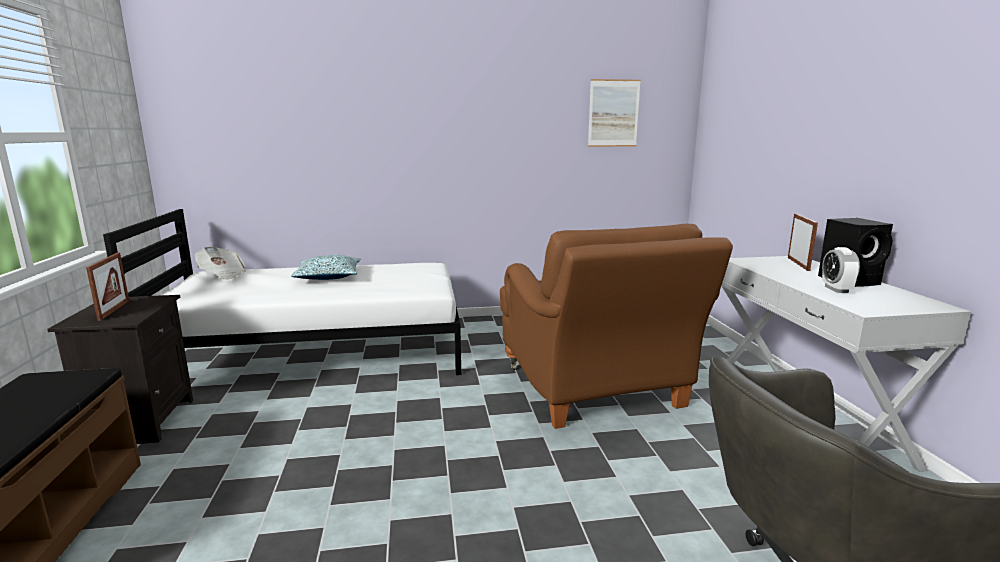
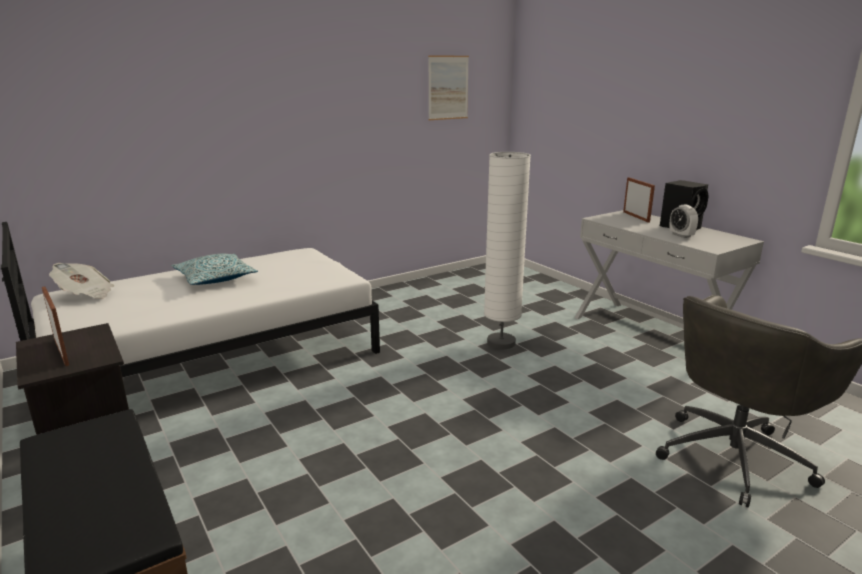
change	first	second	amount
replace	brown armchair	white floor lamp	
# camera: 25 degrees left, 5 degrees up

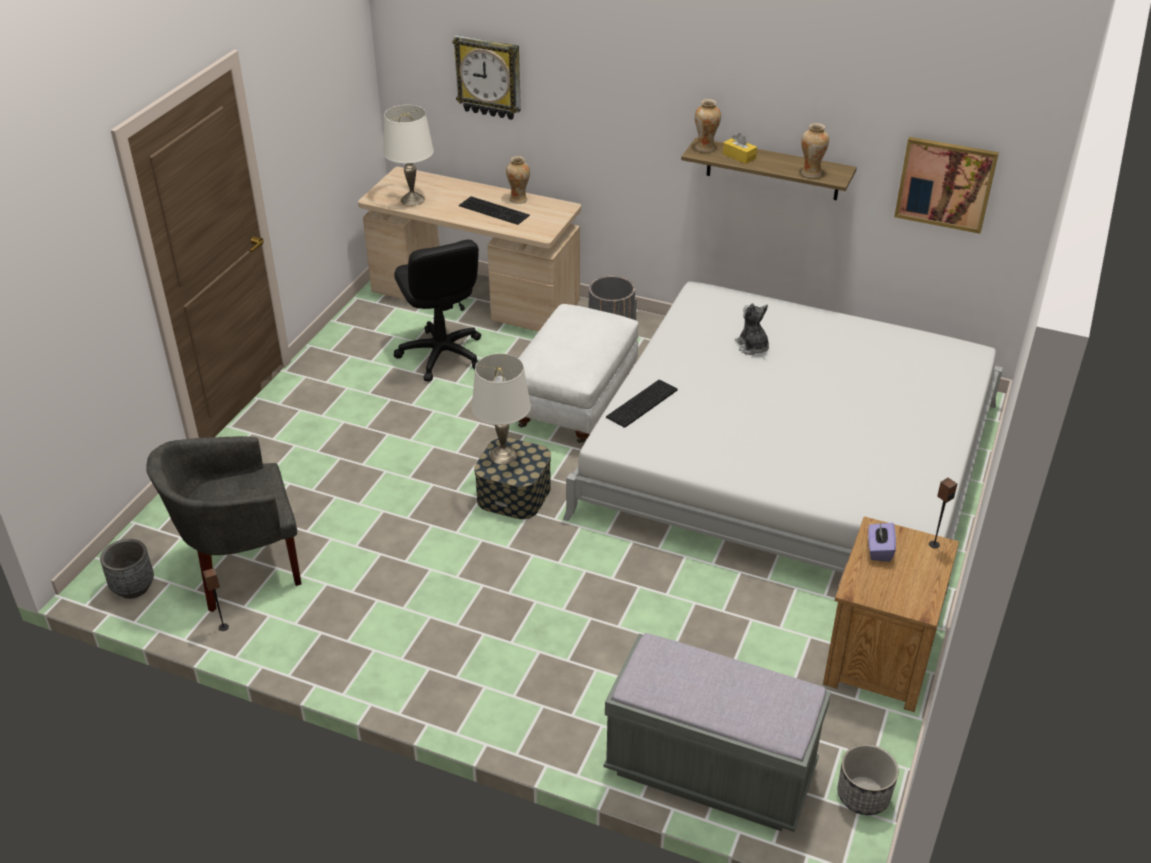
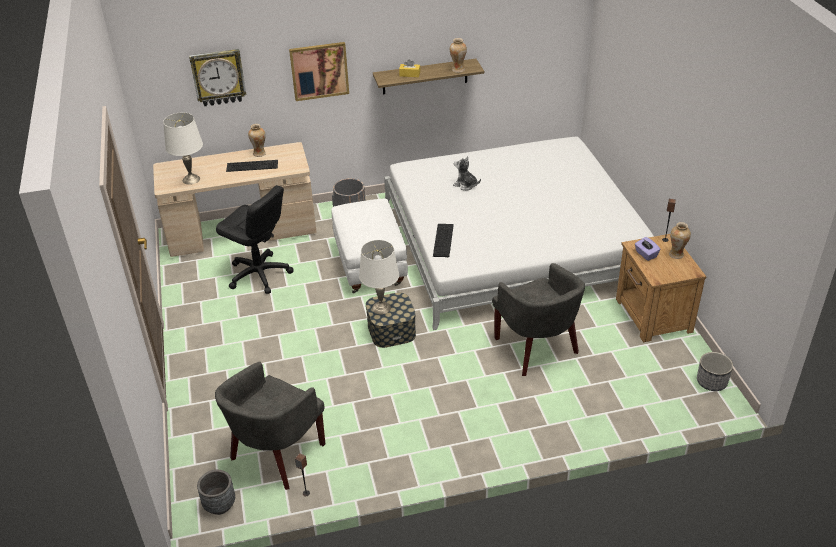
change	first	second	amount
move	vase (2nd from left in the first image)	vase (3rd from left)	
move	picture		
delete	grey bench		
insert		grey armchair (2nd from left)	
# camera: 35 degrees left, 0 degrees up

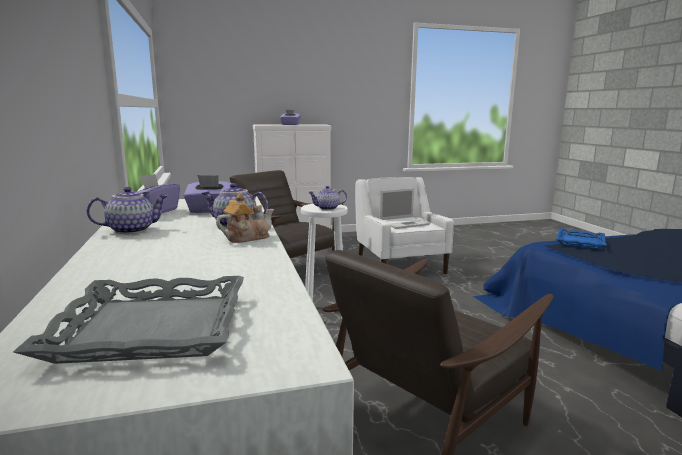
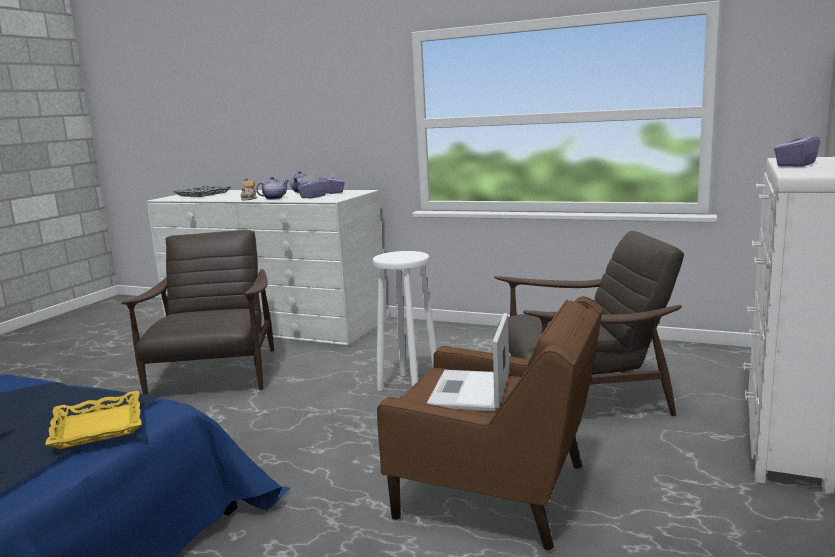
change	first	second	amount
recolor	white armchair	brown armchair (2nd from left)	
delete	teapot (4th from left)		
recolor	blue tray	yellow tray	
# camera: 130 degrees right, 0 degrees up

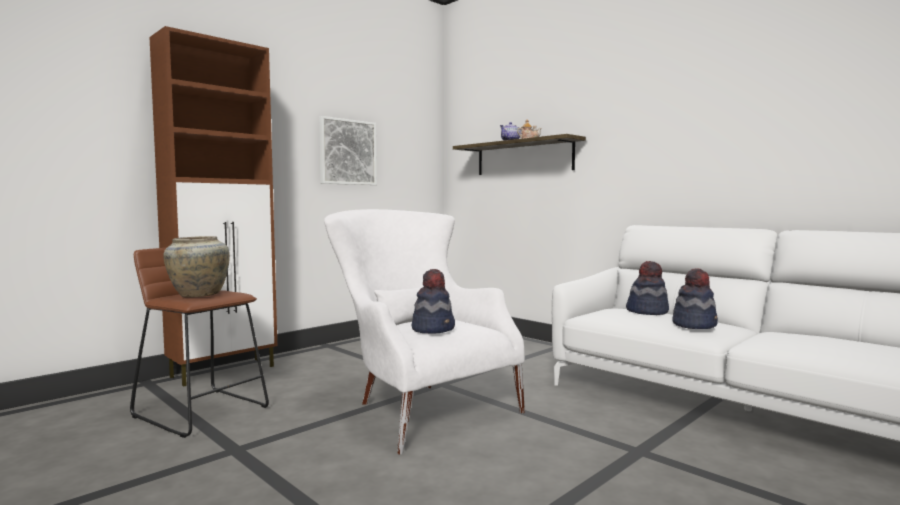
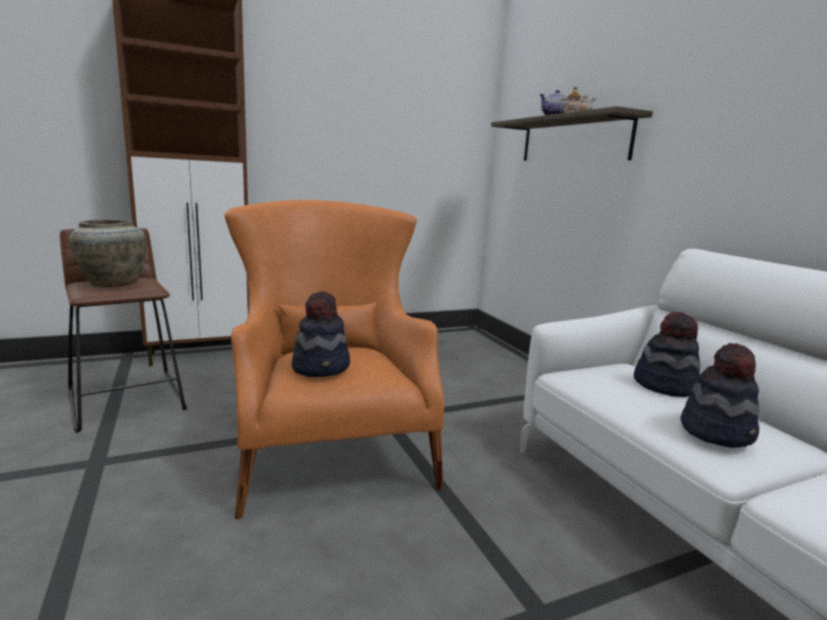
change	first	second	amount
delete	picture		
recolor	white armchair	orange armchair	
# camera: 20 degrees right, 10 degrees up

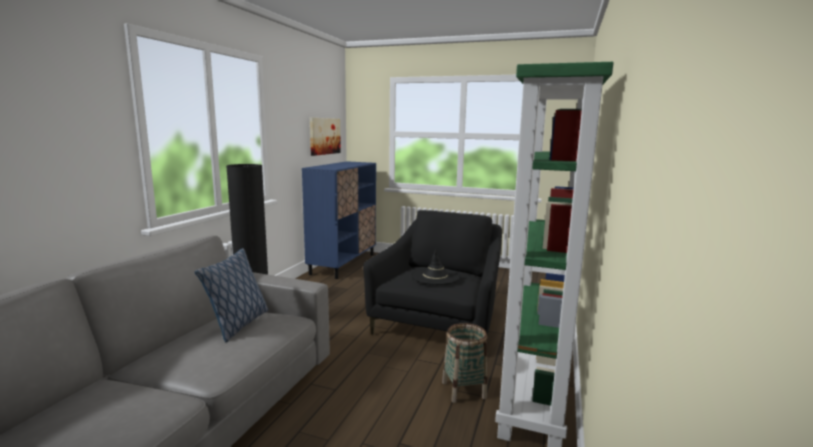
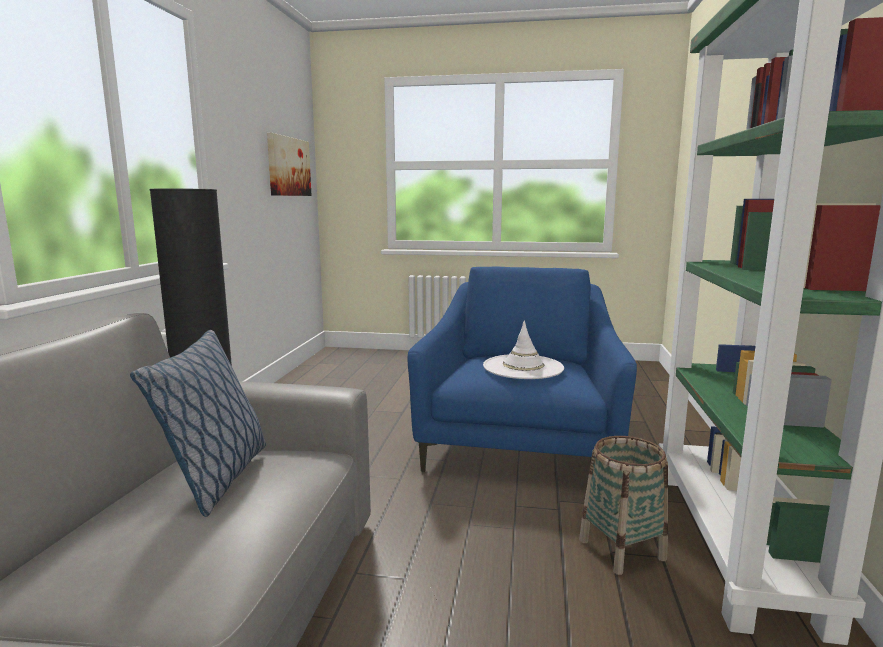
change	first	second	amount
delete	blue cabinet		
recolor	black armchair	blue armchair	
recolor	black hat	white hat	
# camera: 10 degrees left, 0 degrees up

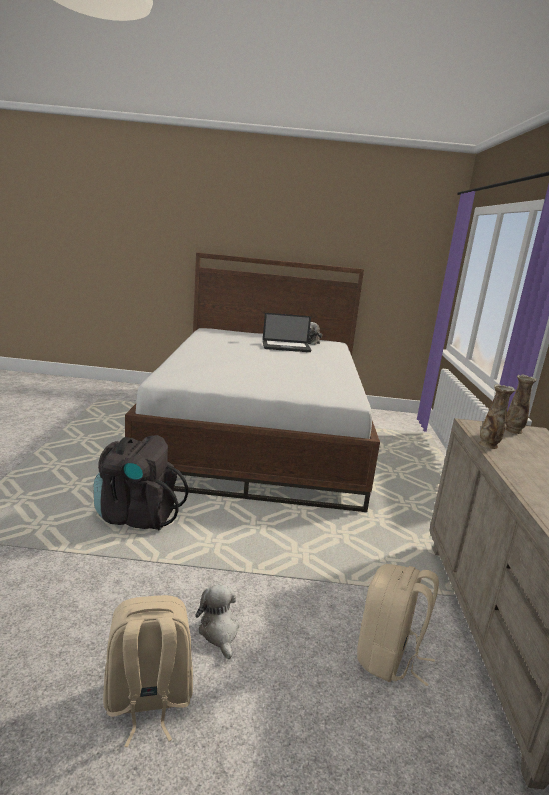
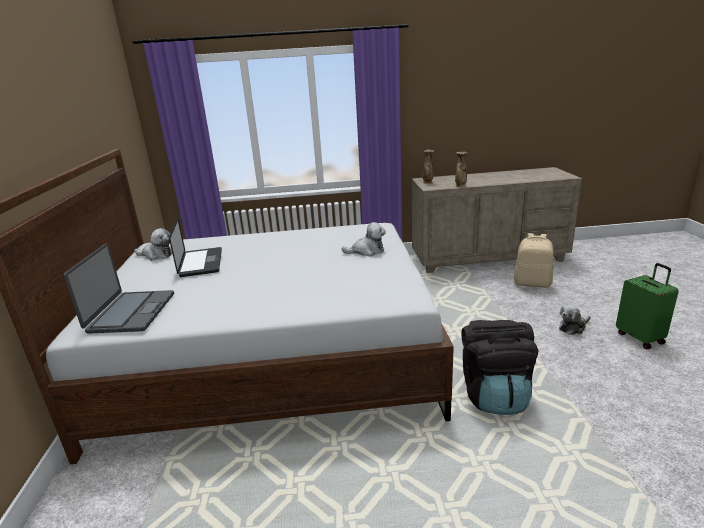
change	first	second	amount
replace	beige backpack (1st from left)	green suitcase	
insert		plush toy (2nd from left)	
insert		laptop (1st from left)	
# camera: 95 degrees left, 5 degrees up

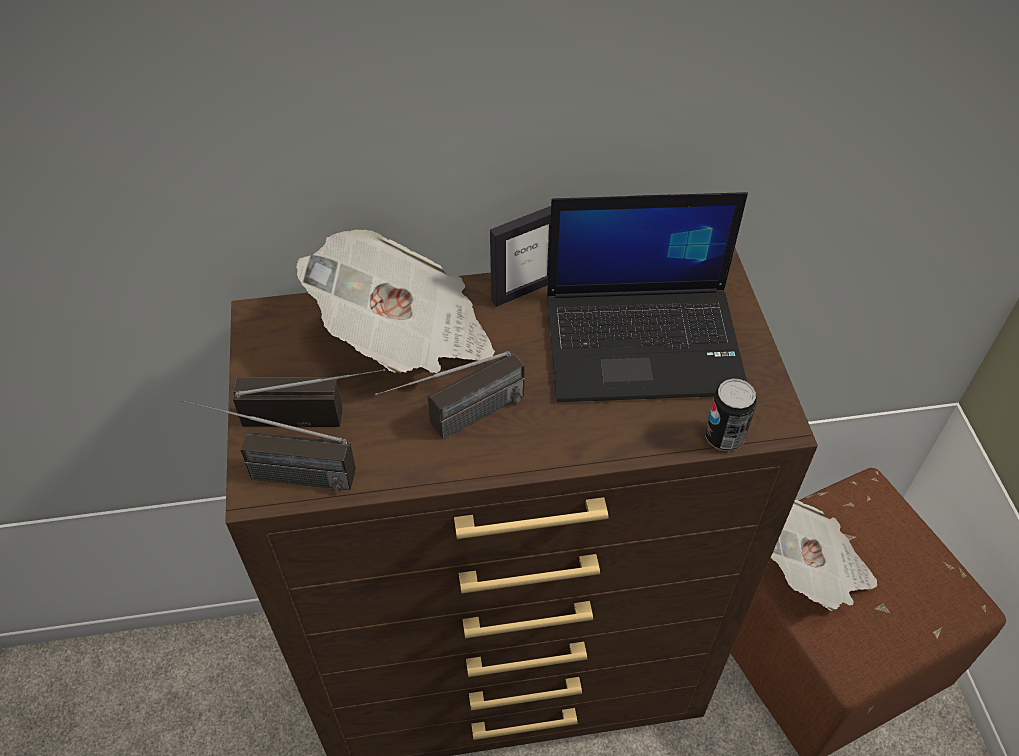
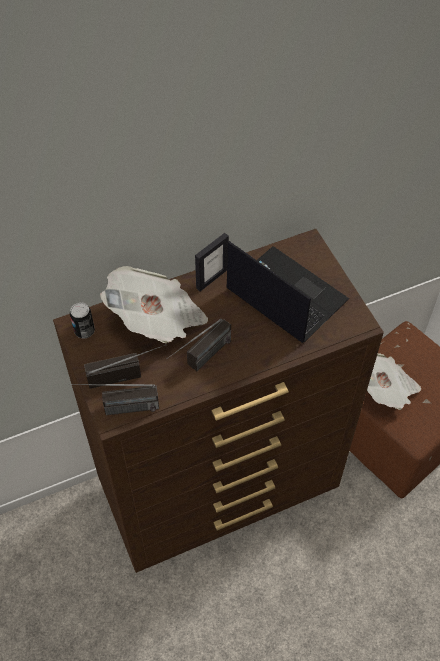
change	first	second	amount
rotate	laptop		120 degrees counterclockwise
move	can		
# camera: 15 degrees left, 5 degrees up

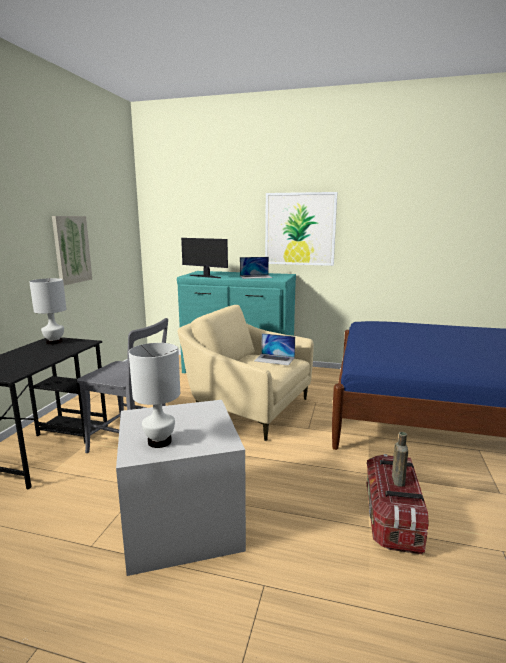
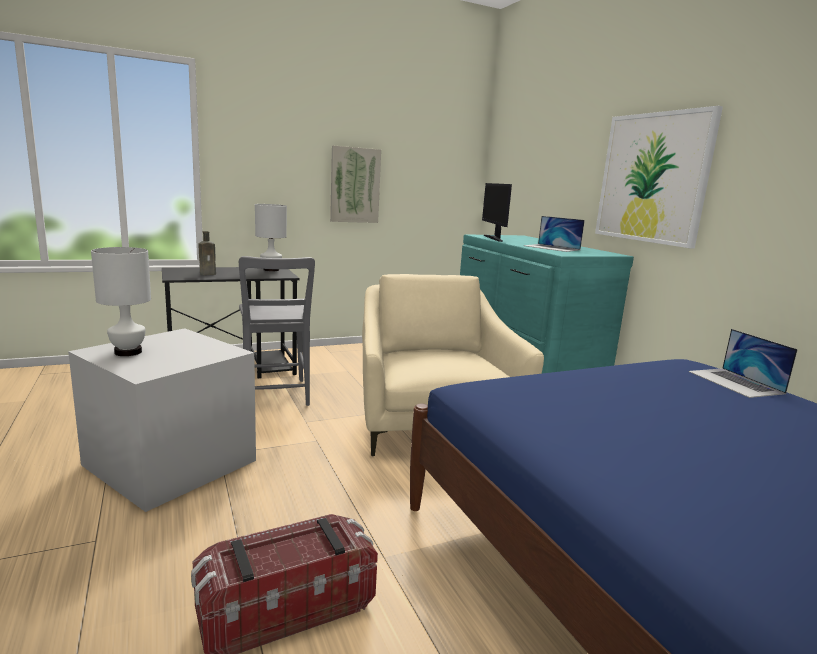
change	first	second	amount
move	laptop (2nd from left)		
move	brown bottle		
# camera: 50 degrees right, 0 degrees up

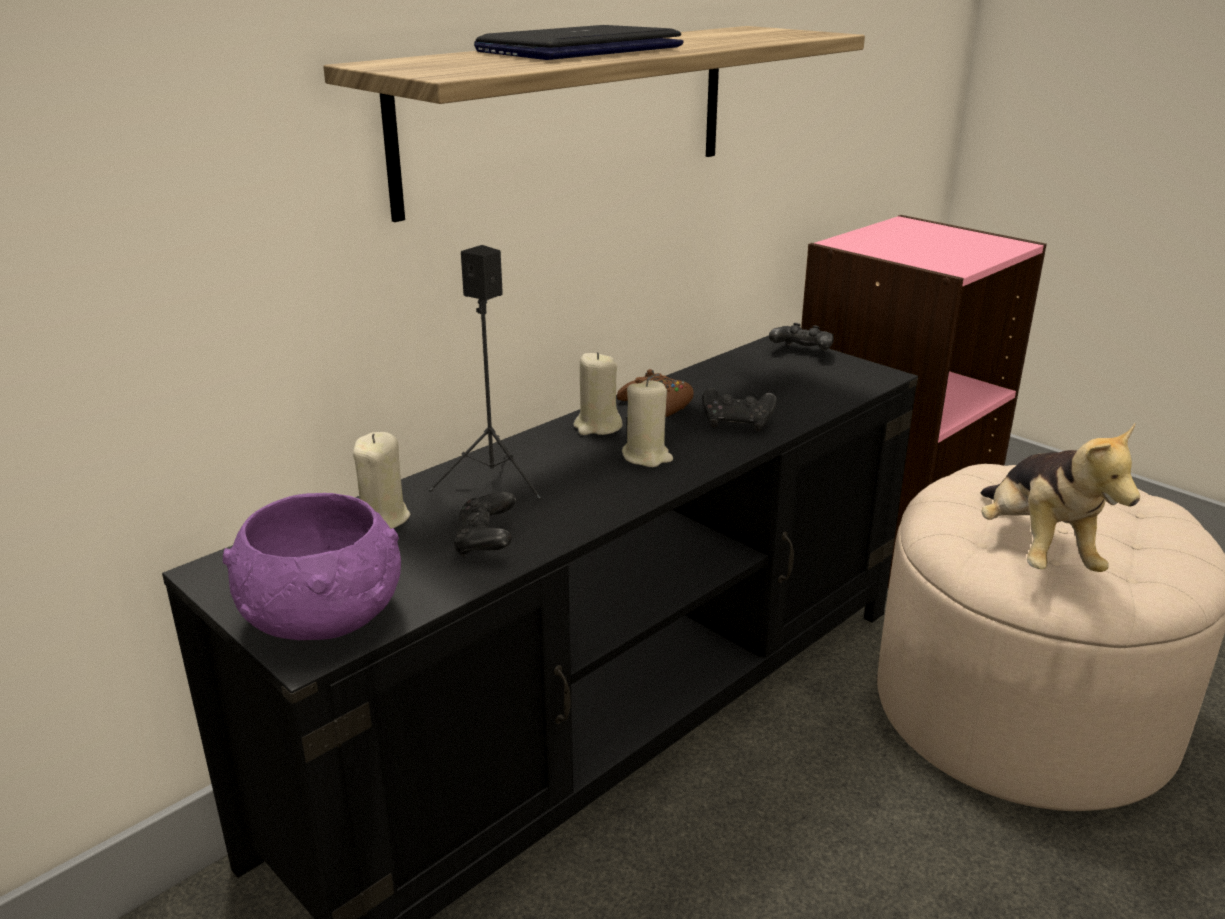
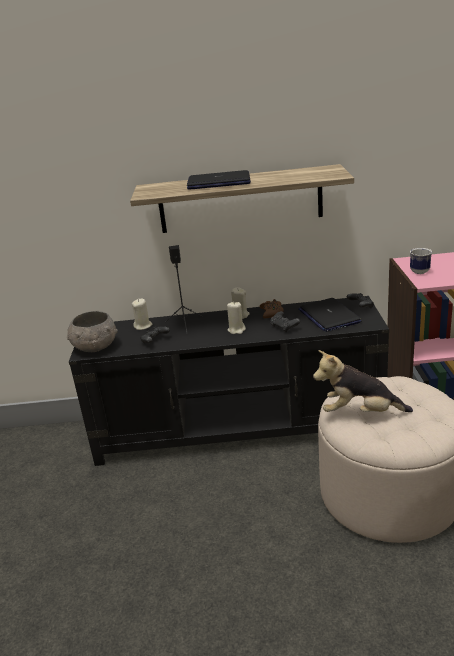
change	first	second	amount
rotate	plush toy		60 degrees clockwise
recolor	purple bowl	grey bowl	
insert		mug	
insert		laptop (2nd from left)	
# camera: 45 degrees right, 0 degrees up

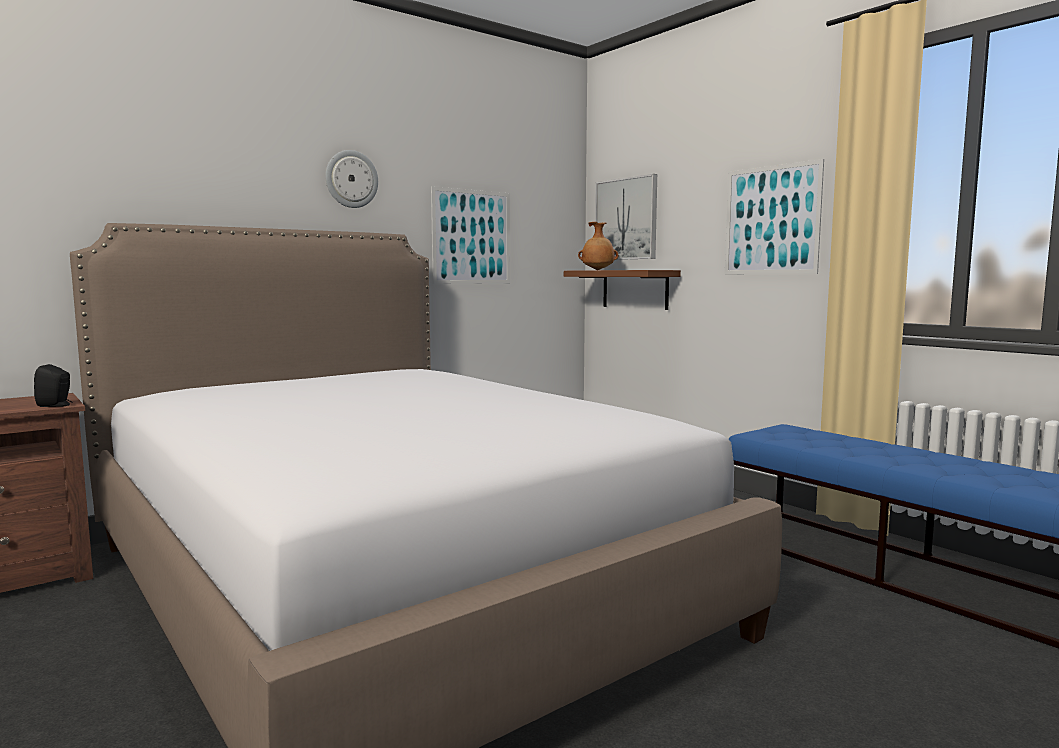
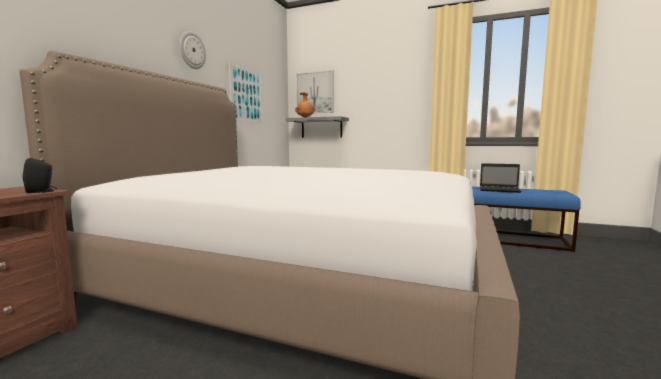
change	first	second	amount
delete	picture (3rd from left)		
recolor	brown shelf	grey shelf	
insert		laptop	
# camera: 30 degrees left, 0 degrees up

